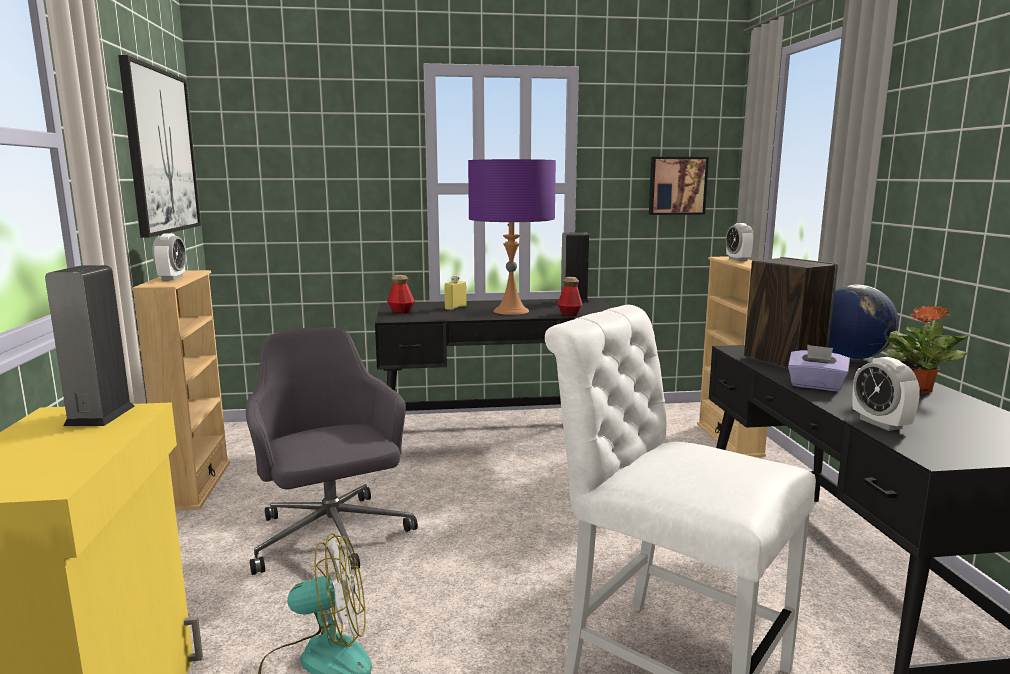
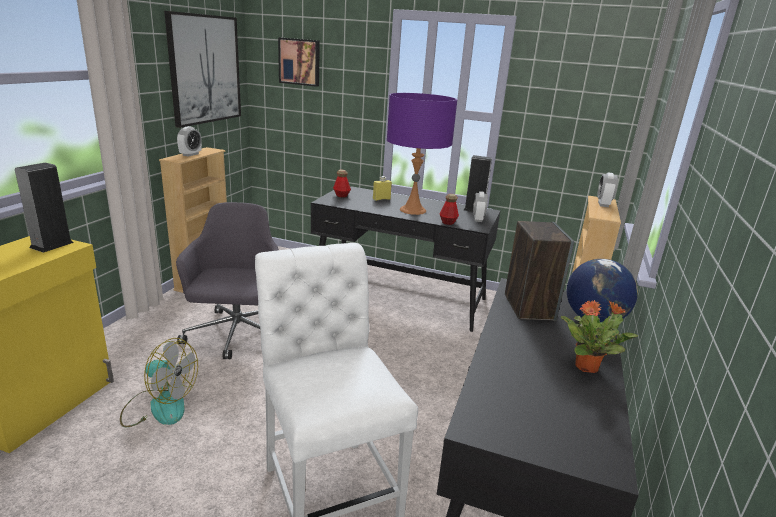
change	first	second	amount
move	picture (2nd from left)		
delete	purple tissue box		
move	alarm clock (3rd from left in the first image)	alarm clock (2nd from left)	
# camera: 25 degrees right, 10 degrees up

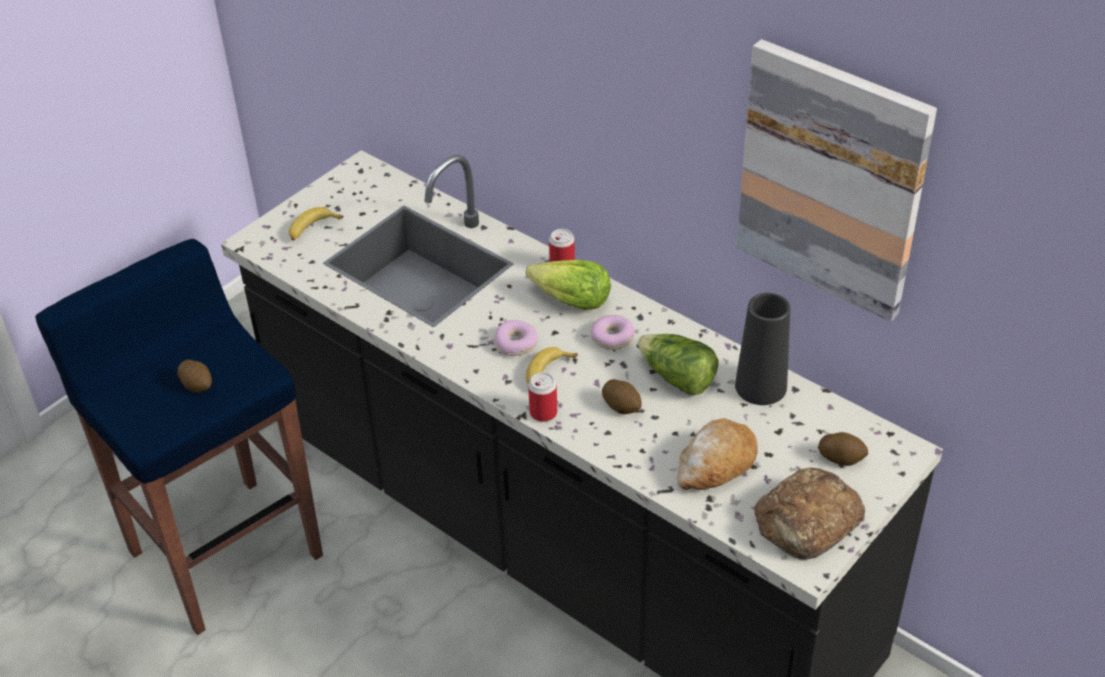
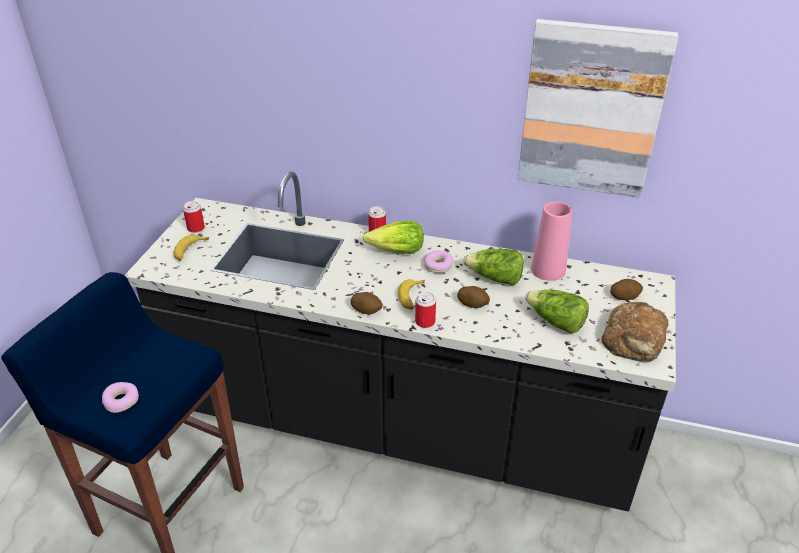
change	first	second	amount
recolor	black vase	pink vase	
move	donut (1st from left)		
move	potato (1st from left)		
replace	bread (1st from left)	lettuce (3rd from left)	
insert		can (1st from left)	
# camera: 25 degrees left, 5 degrees down

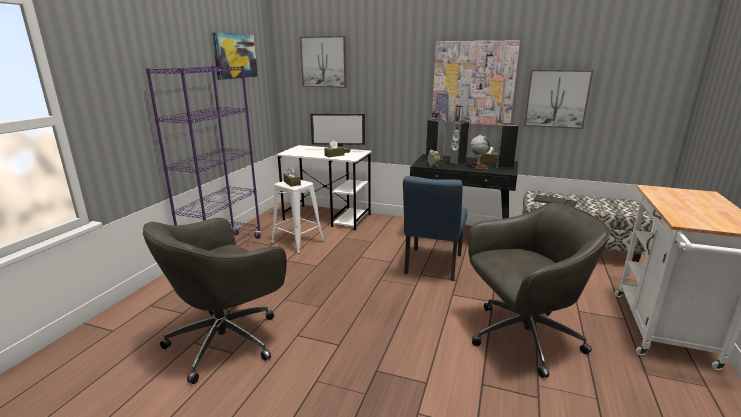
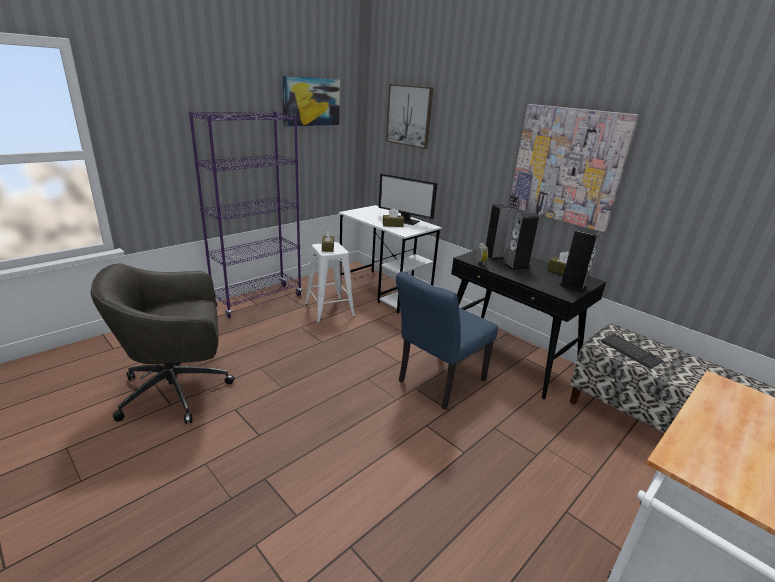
change	first	second	amount
delete	picture (4th from left)		
delete	globe		
delete	grey office chair (2nd from left)		
# camera: 25 degrees right, 5 degrees up

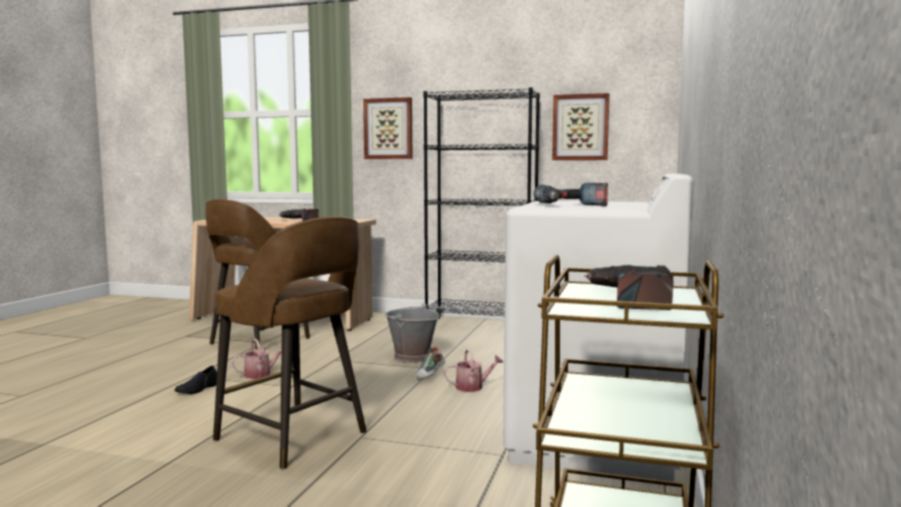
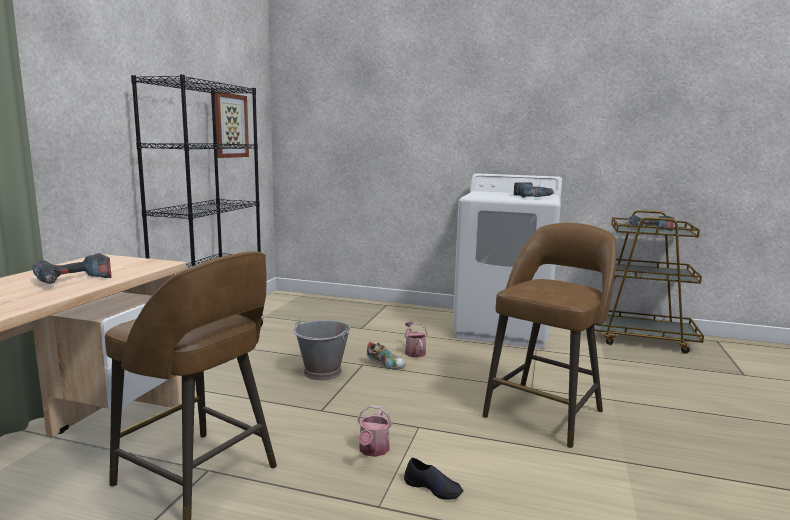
change	first	second	amount
delete	picture (1st from left)		
rotate	watering can (1st from left)		135 degrees counterclockwise
# camera: 90 degrees left, 5 degrees up

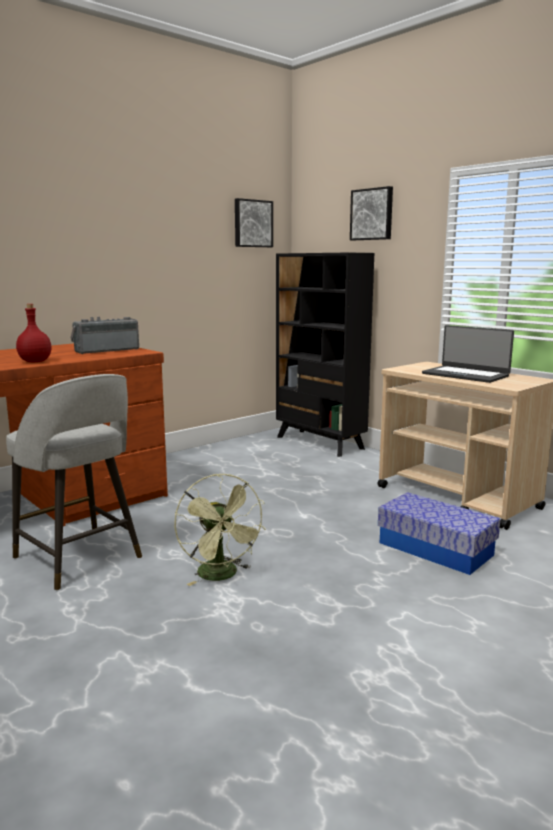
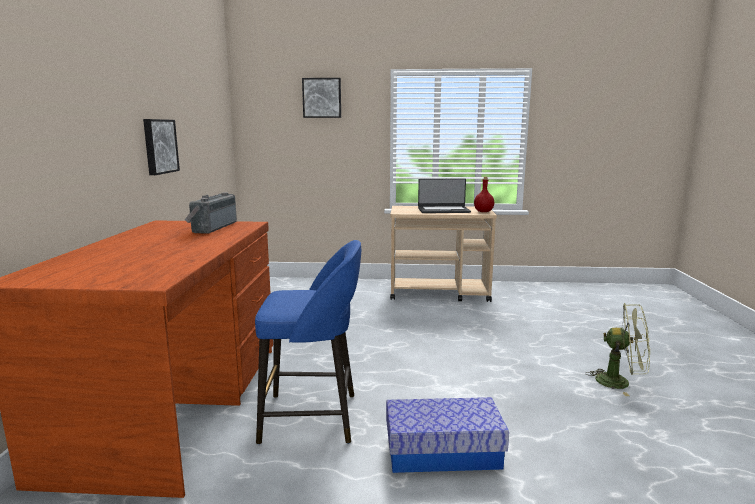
change	first	second	amount
move	picture (1st from left)		
delete	black bookcase		
move	red bottle		
recolor	grey stool	blue stool	
move	green fan		
move	storage box		
# camera: 45 degrees left, 0 degrees up

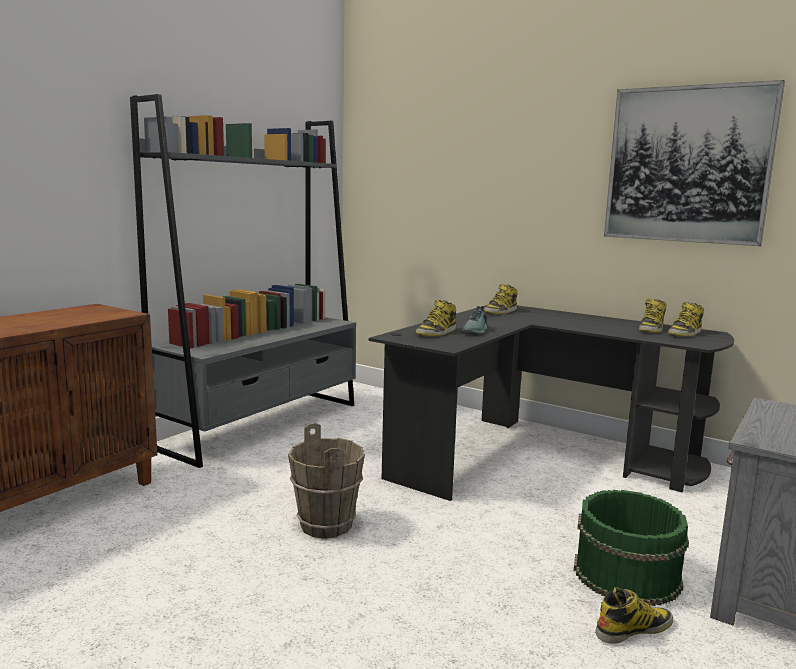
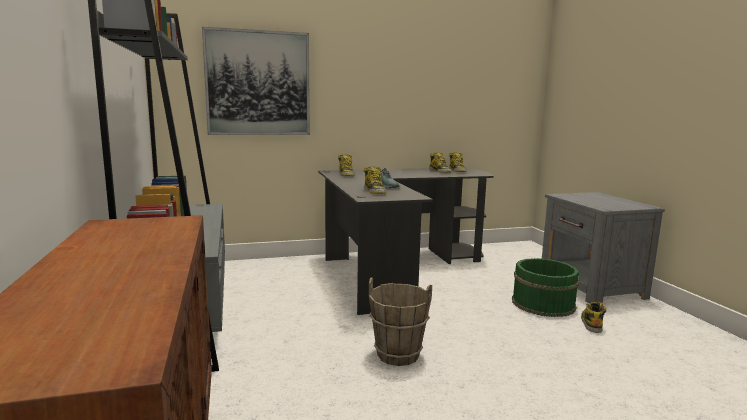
change	first	second	amount
move	picture		
# camera: 50 degrees left, 0 degrees up

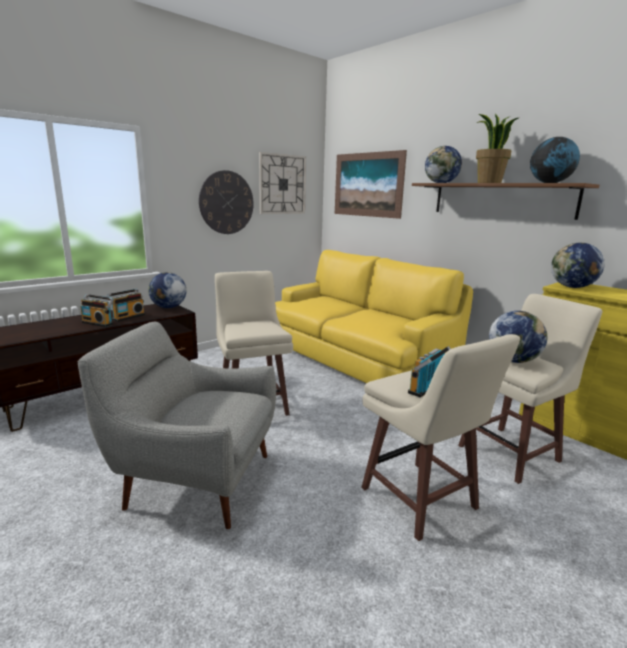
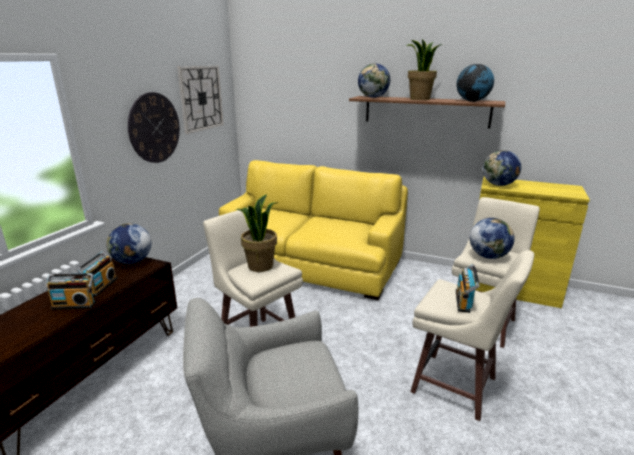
change	first	second	amount
delete	picture		
insert		potted plant (1st from left)	
# camera: 25 degrees left, 5 degrees up

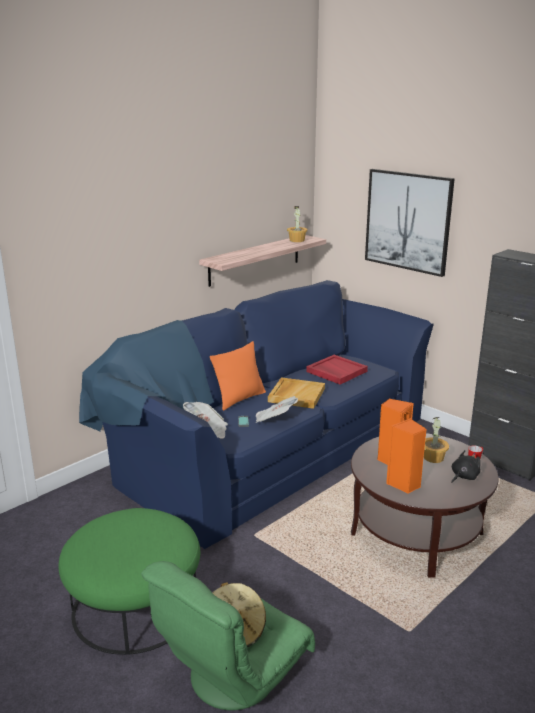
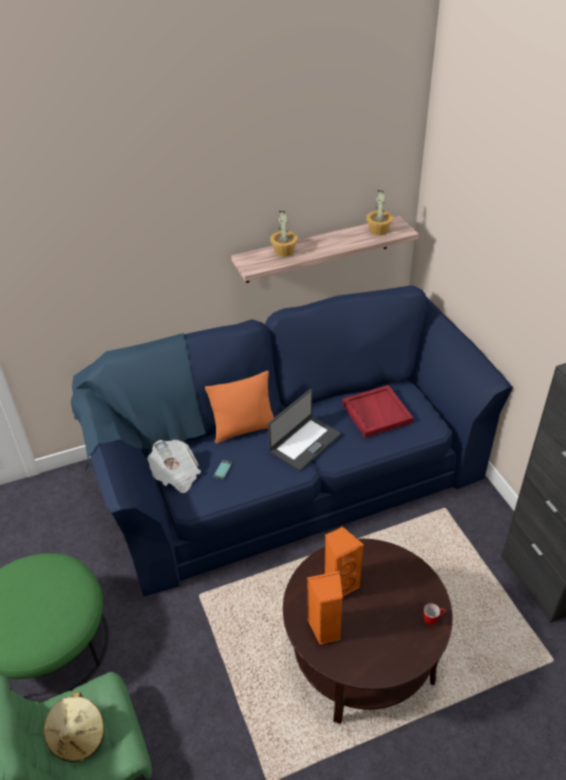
change	first	second	amount
delete	picture		
replace	beige tray	laptop	
delete	newspaper (2nd from left)		
move	potted plant (2nd from left in the first image)	potted plant (1st from left)	
delete	black plush toy		
# camera: 25 degrees right, 20 degrees up

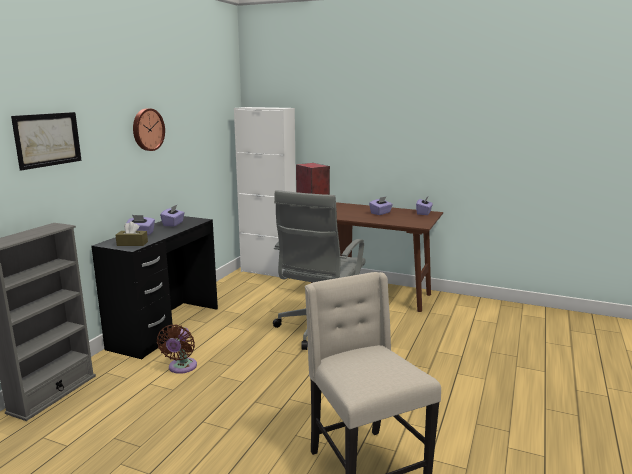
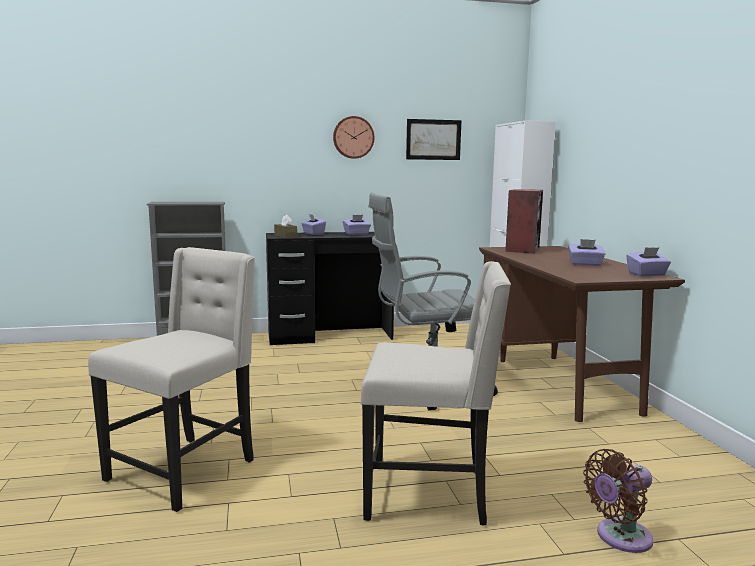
change	first	second	amount
move	picture		
move	brown fan		
insert		beige chair (2nd from left)	
# camera: 55 degrees right, 5 degrees down

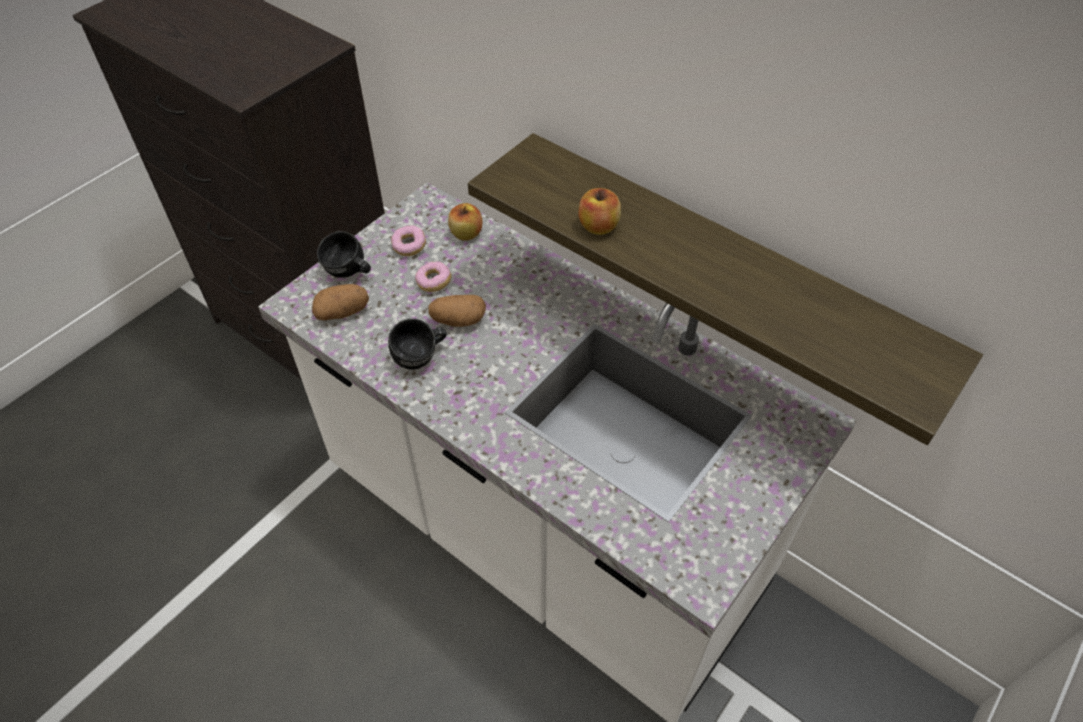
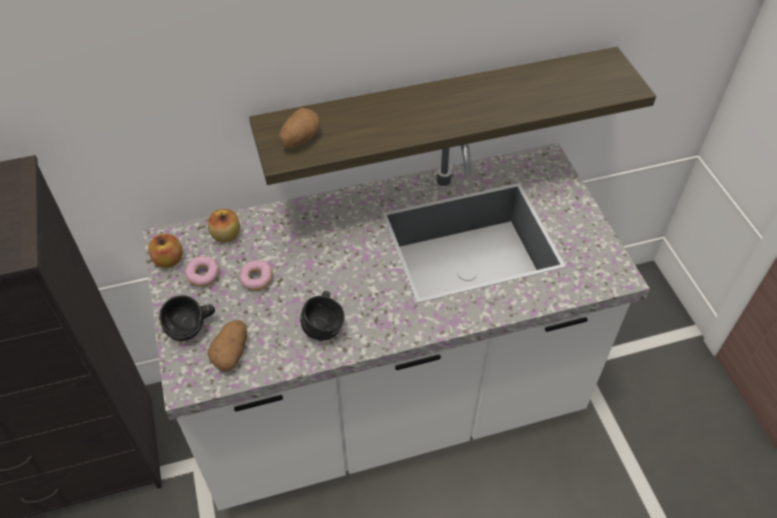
change	first	second	amount
move	apple (2nd from left in the first image)	apple (1st from left)	
move	potato (2nd from left)		
# camera: 55 degrees left, 0 degrees up

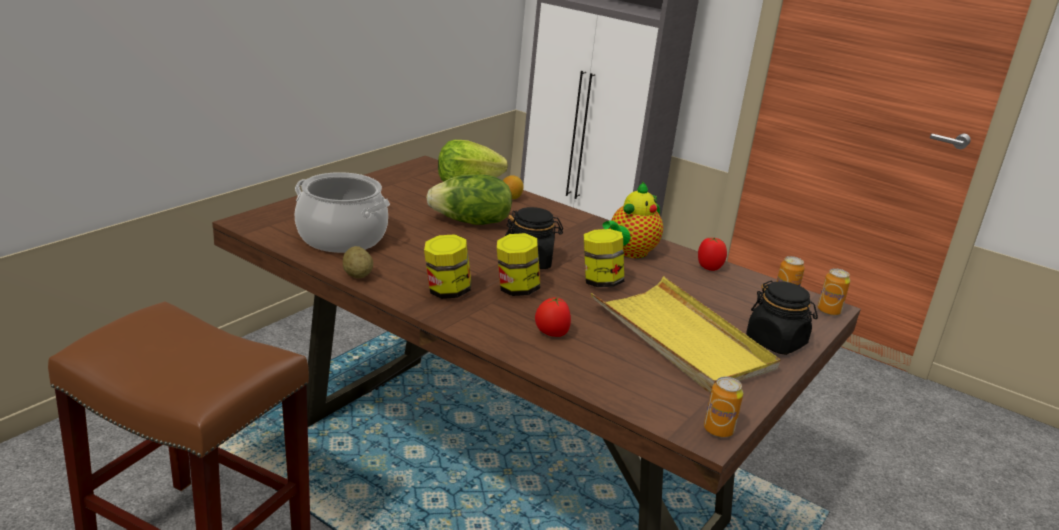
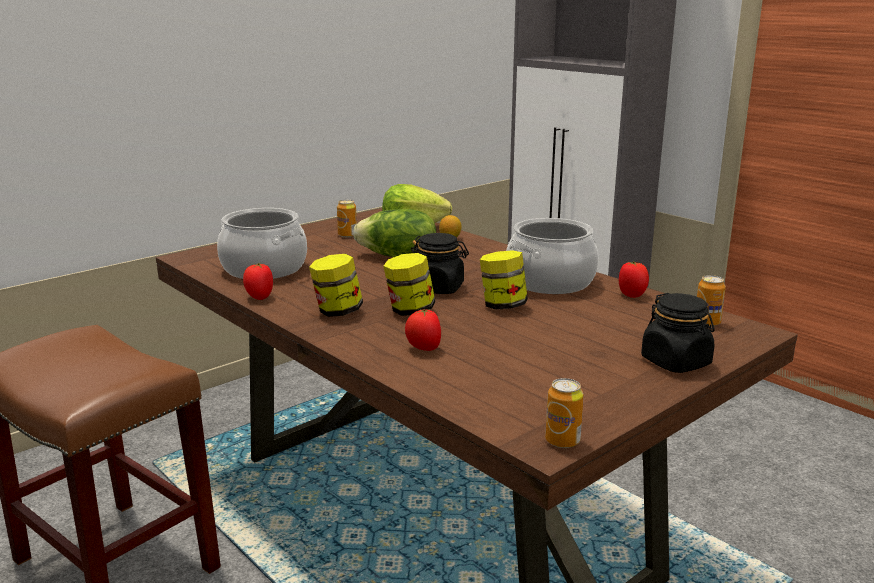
change	first	second	amount
replace	teapot	cooking pot (2nd from left)	
replace	potato	tomato (1st from left)	
move	can (3rd from left in the first image)	can (1st from left)	
delete	yellow tray		
# camera: 15 degrees right, 5 degrees down

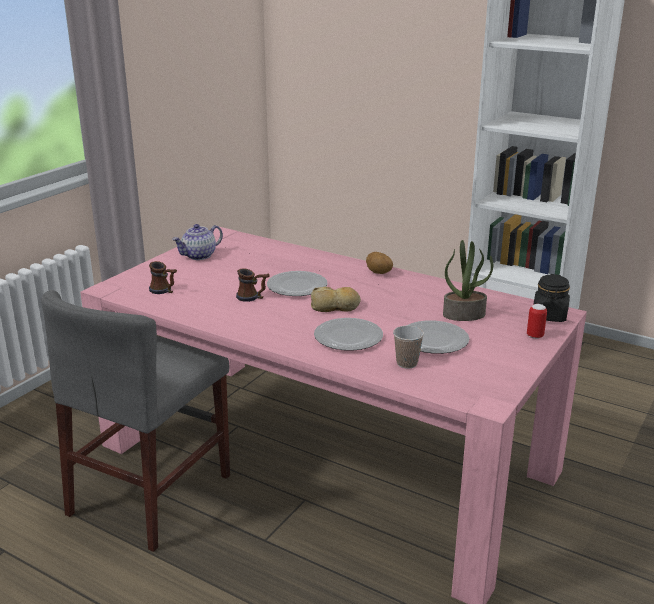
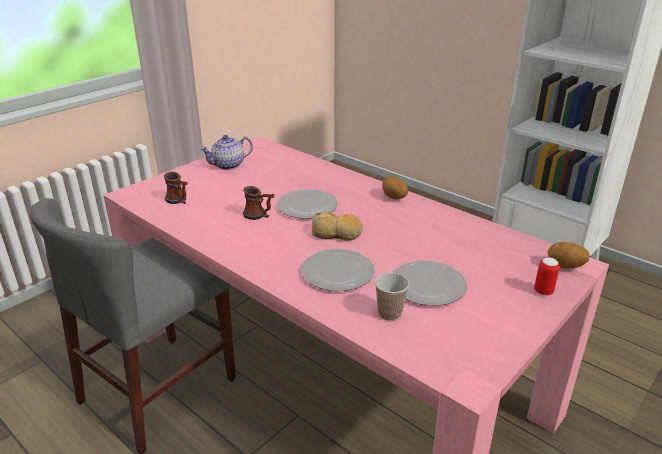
change	first	second	amount
delete	potted plant		
replace	black jar	potato (2nd from left)	
# camera: 10 degrees right, 5 degrees up

